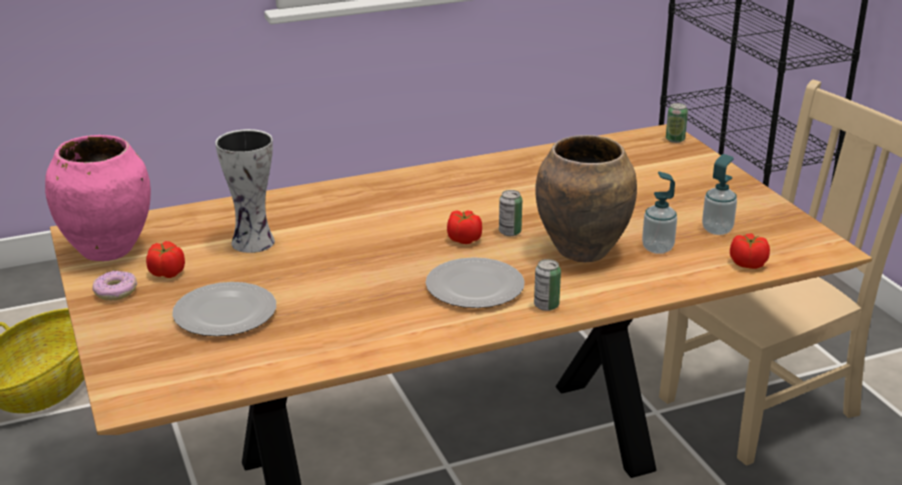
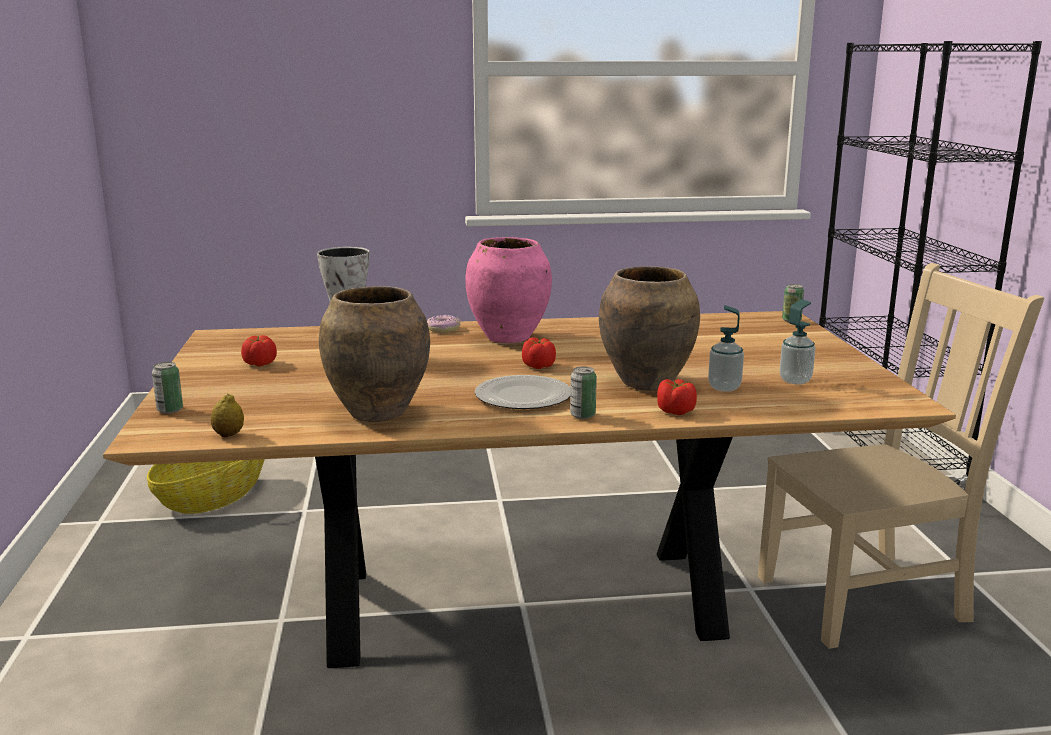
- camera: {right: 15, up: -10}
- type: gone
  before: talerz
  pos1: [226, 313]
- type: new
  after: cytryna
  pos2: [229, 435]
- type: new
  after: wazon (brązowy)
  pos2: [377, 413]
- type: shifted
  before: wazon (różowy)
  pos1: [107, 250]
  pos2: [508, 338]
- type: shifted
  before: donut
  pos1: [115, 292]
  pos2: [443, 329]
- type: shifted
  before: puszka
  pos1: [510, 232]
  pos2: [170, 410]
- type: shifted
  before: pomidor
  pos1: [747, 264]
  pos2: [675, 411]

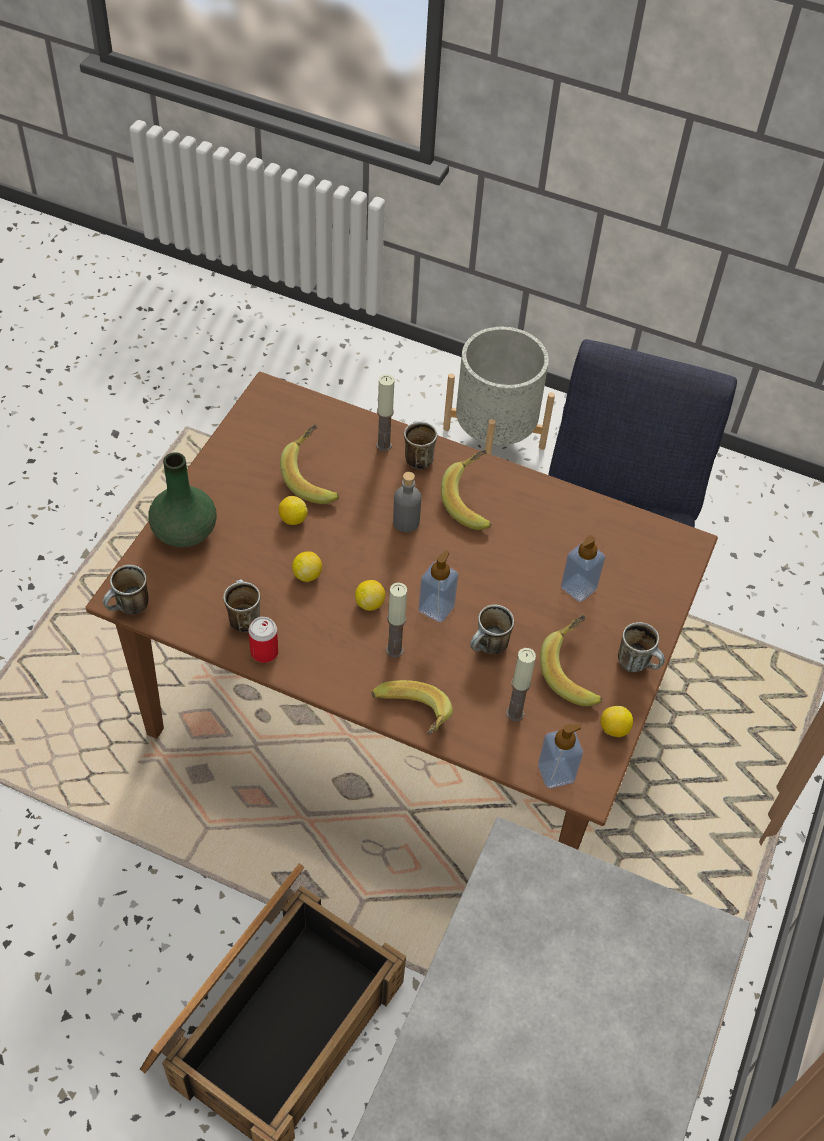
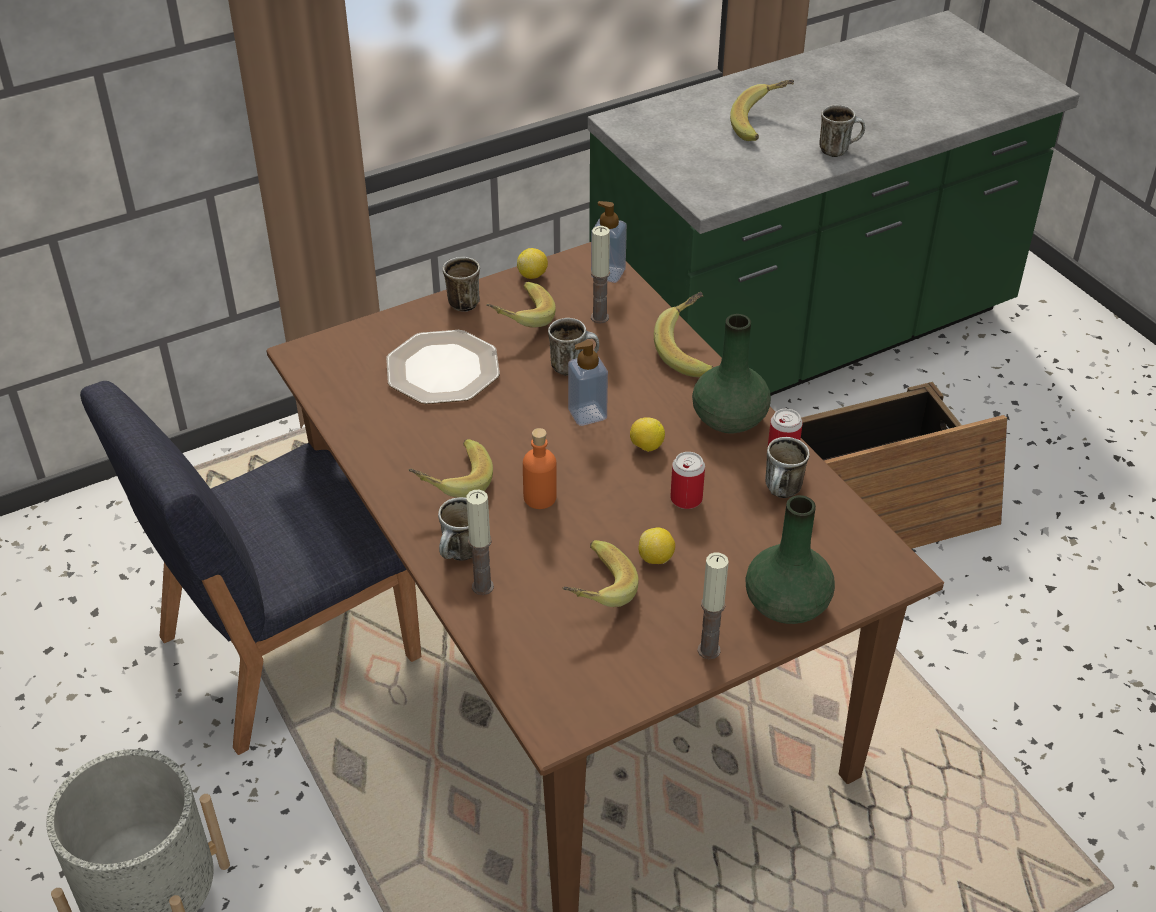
- camera: {right: -140, up: -10}
- type: new
  after: wazon (zielony)
  pos2: [730, 419]
- type: new
  after: banan
  pos2: [763, 125]
- type: shifted
  before: kubek
  pos1: [129, 609]
  pos2: [838, 149]
- type: shifted
  before: świeca
  pos1: [394, 650]
  pos2: [709, 650]
- type: swapped
  before: cytryna
  after: puszka
  pos1: [307, 575]
  pos2: [686, 499]
- type: swapped
  before: dozownik mydła
  after: talerz
  pos1: [578, 588]
  pos2: [442, 369]
- type: repainted
  before: butelka (szary)
  after: butelka (pomarańczowy)
  pos1: [406, 522]
  pos2: [540, 497]

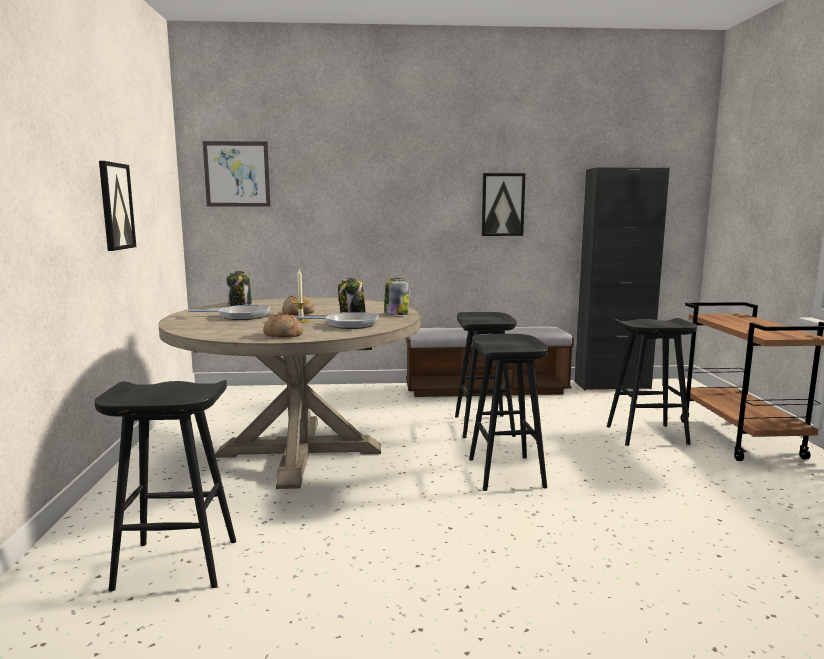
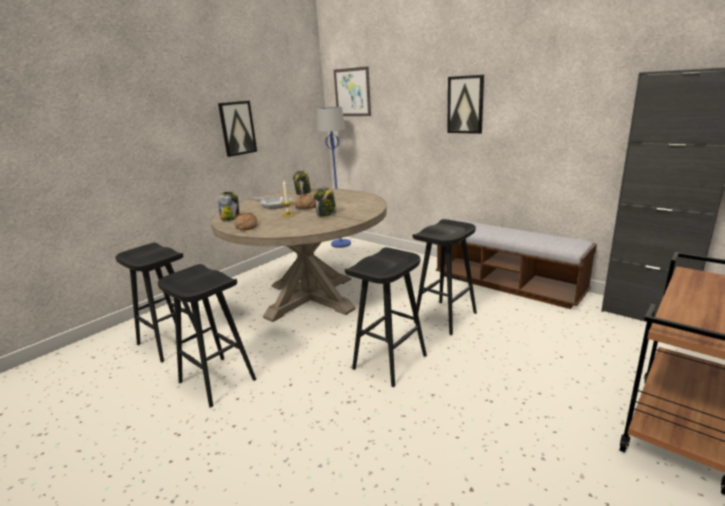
- camera: {right: 45, up: 10}
- type: gone
  before: patelnia
  pos1: [348, 324]
- type: new
  after: lampa stojąca (niebieski)
  pos2: [341, 244]
- type: shifted
  before: słoik
  pos1: [396, 314]
  pos2: [230, 218]
- type: shifted
  before: obraz
  pos1: [502, 204]
  pos2: [465, 104]
- type: shifted
  before: stołek (czarny)
  pos1: [646, 435]
  pos2: [216, 380]

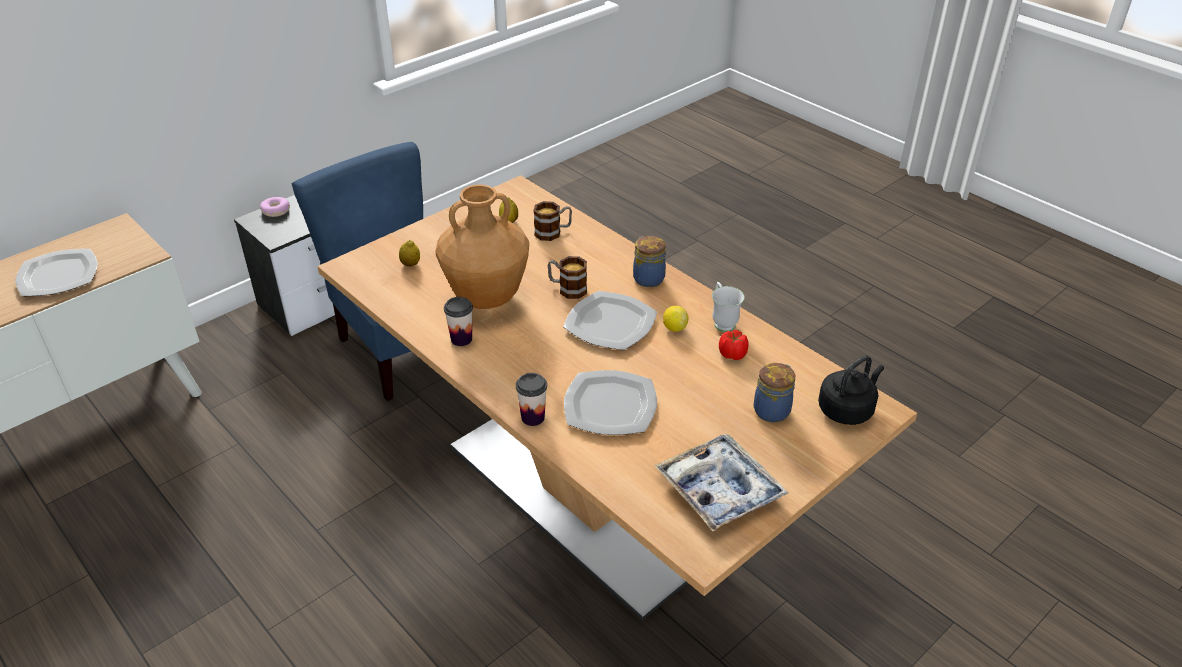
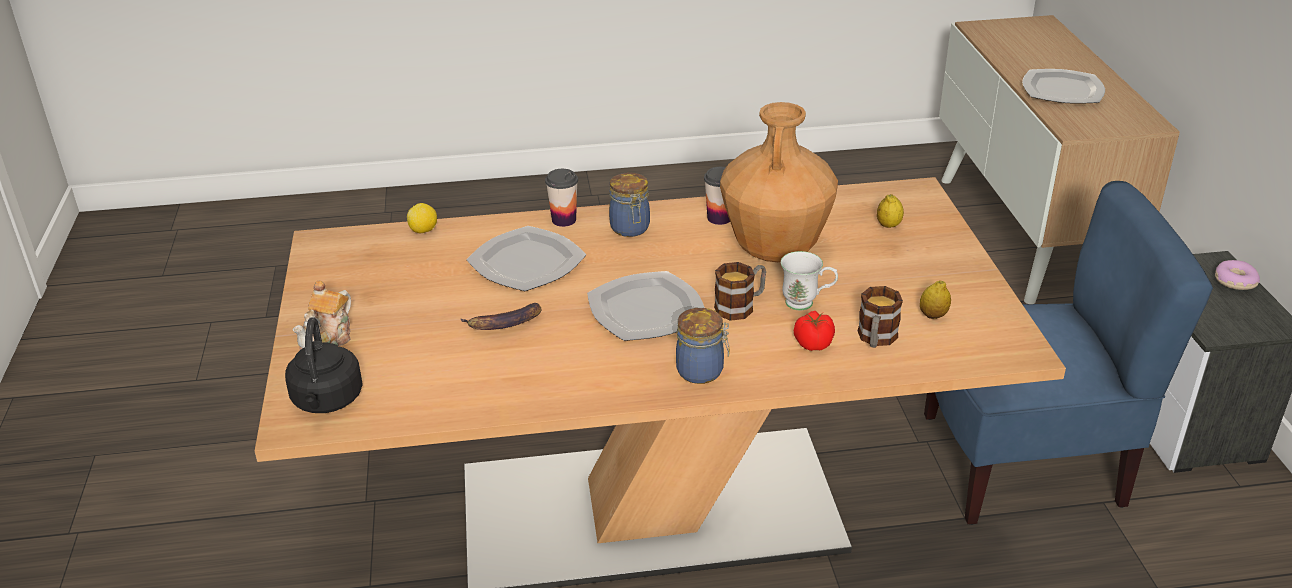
- camera: {right: 125, up: -5}
- type: gone
  before: taca
  pos1: [719, 489]
- type: new
  after: imbryk
  pos2: [328, 339]
- type: new
  after: banan
  pos2: [504, 324]
- type: shifted
  before: cytryna
  pos1: [674, 328]
  pos2: [424, 231]
- type: shifted
  before: kubek (biały)
  pos1: [722, 321]
  pos2: [806, 304]
- type: shifted
  before: pomidor
  pos1: [733, 355]
  pos2: [812, 343]
- type: shifted
  before: słoik
  pos1: [772, 410]
  pos2: [630, 229]

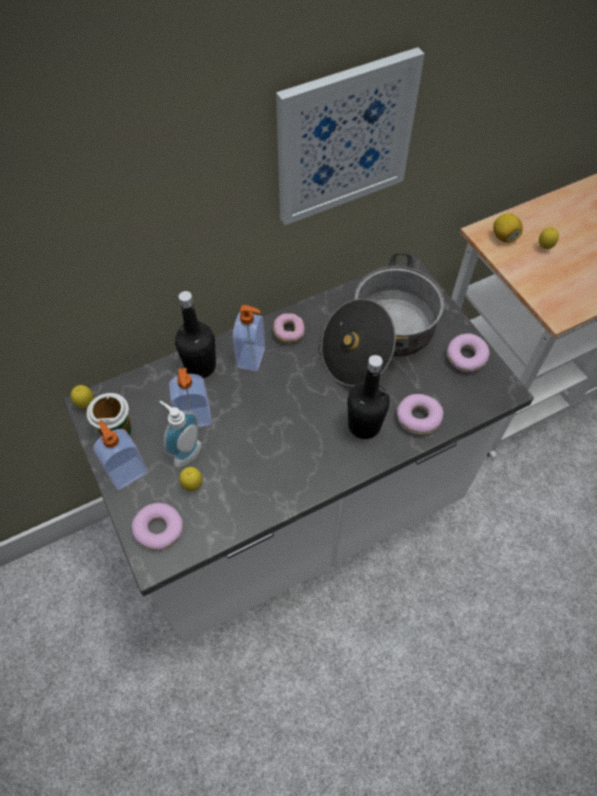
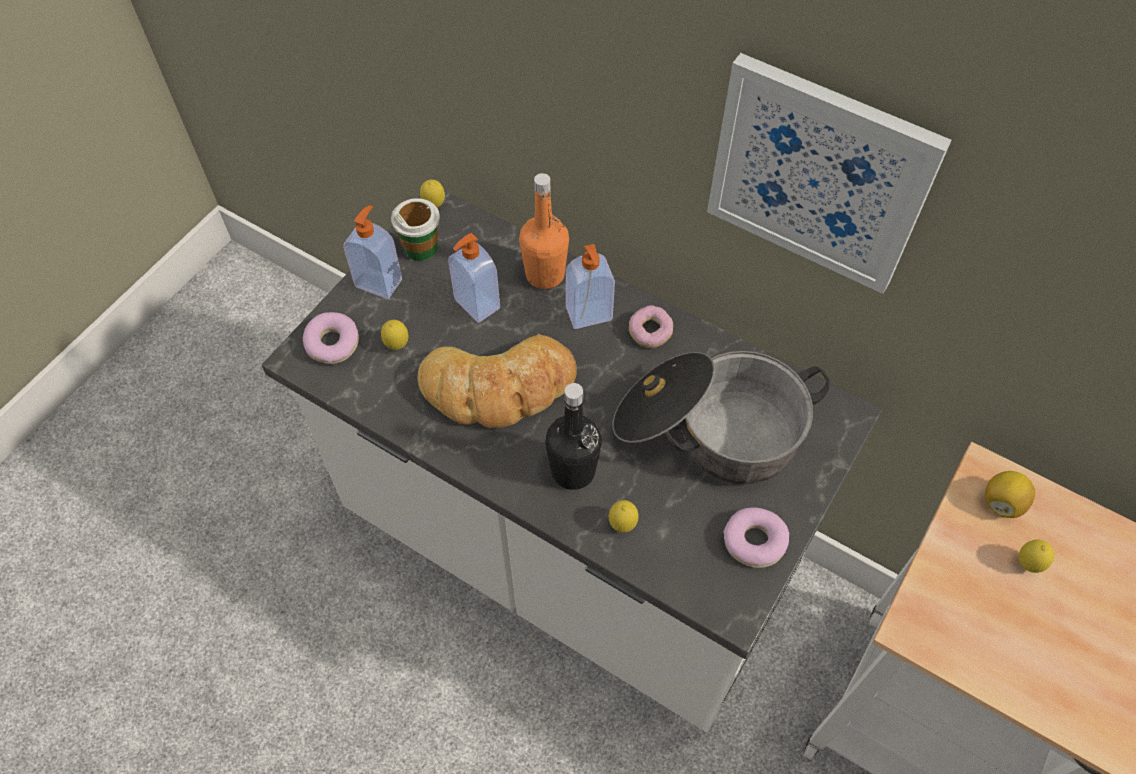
- camera: {right: 60, up: 0}
- type: gone
  before: dozownik mydła
  pos1: [184, 452]
- type: new
  after: chleb
  pos2: [498, 388]
- type: swapped
  before: donut
  after: cytryna
  pos1: [418, 418]
  pos2: [622, 525]
- type: repainted
  before: butelka (czarny)
  after: butelka (pomarańczowy)
  pos1: [200, 366]
  pos2: [545, 274]

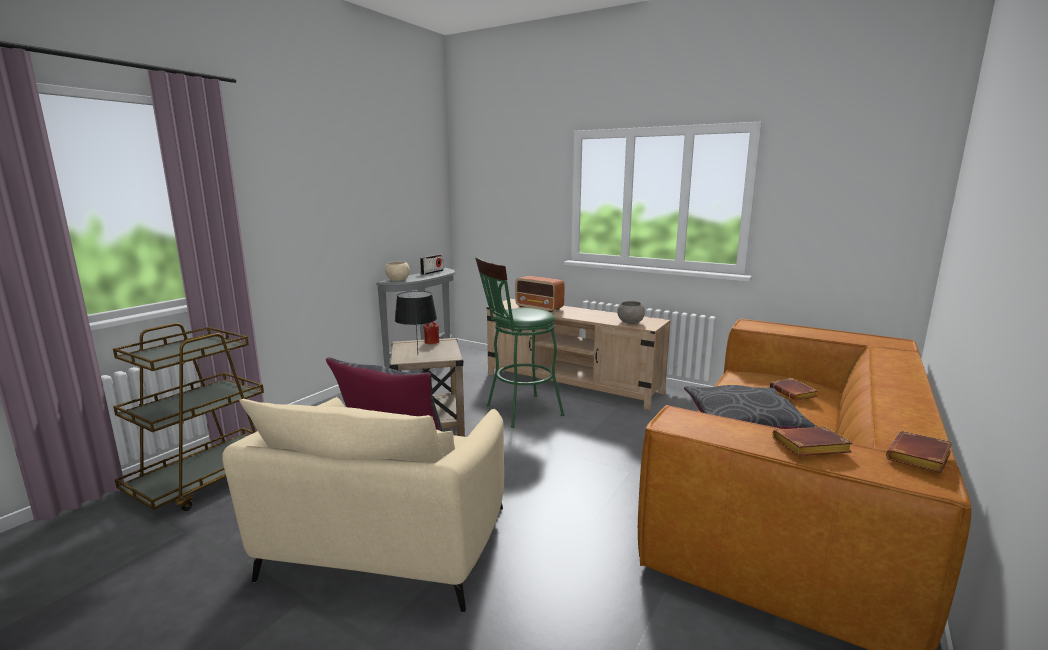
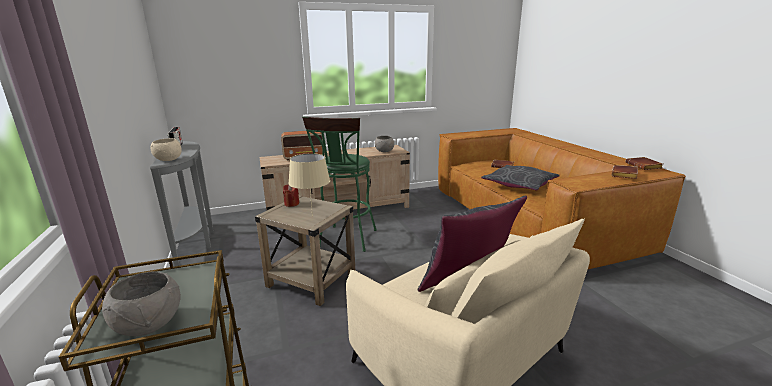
- camera: {right: -50, up: 5}
- type: new
  after: miska (szary)
  pos2: [148, 325]
- type: repainted
  before: lampa stołowa (czarny)
  after: lampa stołowa (beżowy)
  pos1: [417, 355]
  pos2: [311, 216]

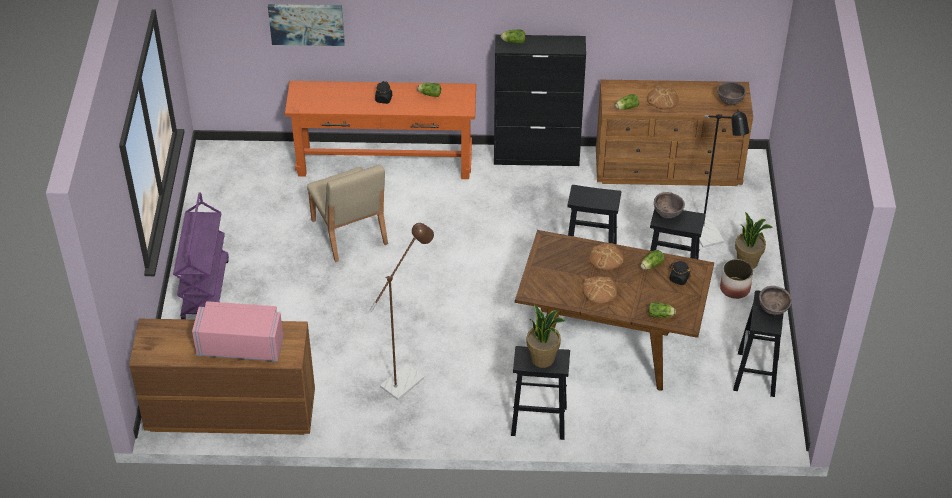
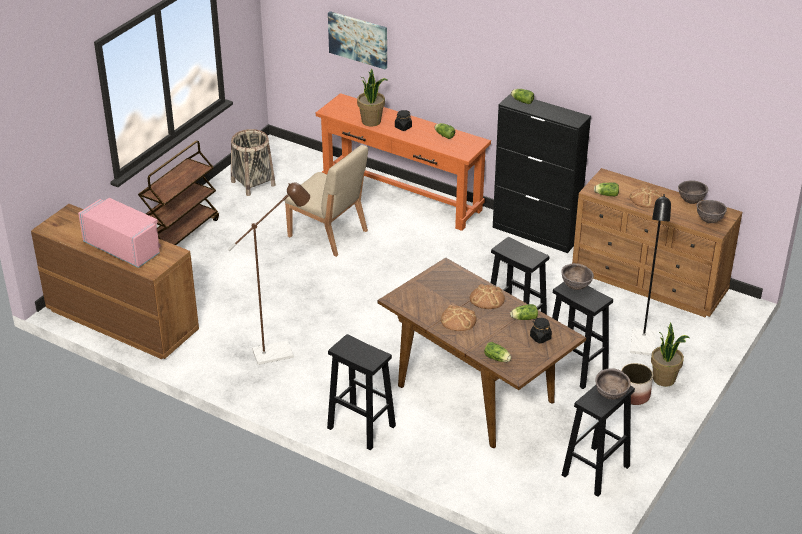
- camera: {right: 30, up: -10}
- type: new
  after: koszyk
  pos2: [253, 183]
- type: new
  after: miska (brązowy)
  pos2: [691, 201]
- type: shifted
  before: roślina doniczkowa
  pos1: [543, 358]
  pos2: [371, 121]
- type: repainted
  before: wózek (fioletowy)
  after: wózek (brązowy)
  pos1: [205, 290]
  pos2: [181, 233]
- type: rotated
  before: krzesło (beżowy)
  pos1: [349, 233]
  pos2: [328, 234]
  turn: -60

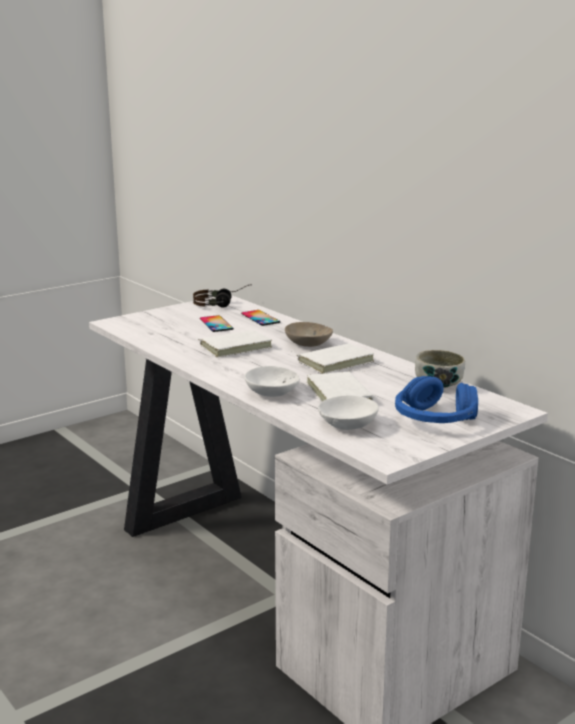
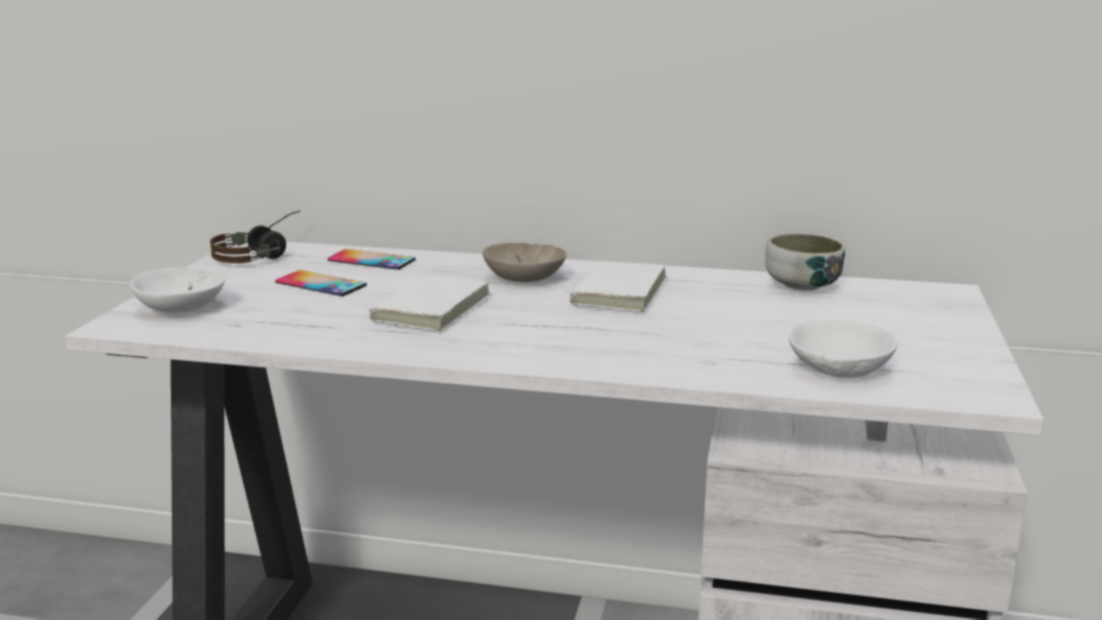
- camera: {right: -40, up: 0}
- type: gone
  before: książka (biały)
  pos1: [341, 393]
- type: gone
  before: słuchawki (niebieski)
  pos1: [434, 419]
- type: shifted
  before: miska (biały)
  pos1: [270, 392]
  pos2: [177, 308]

